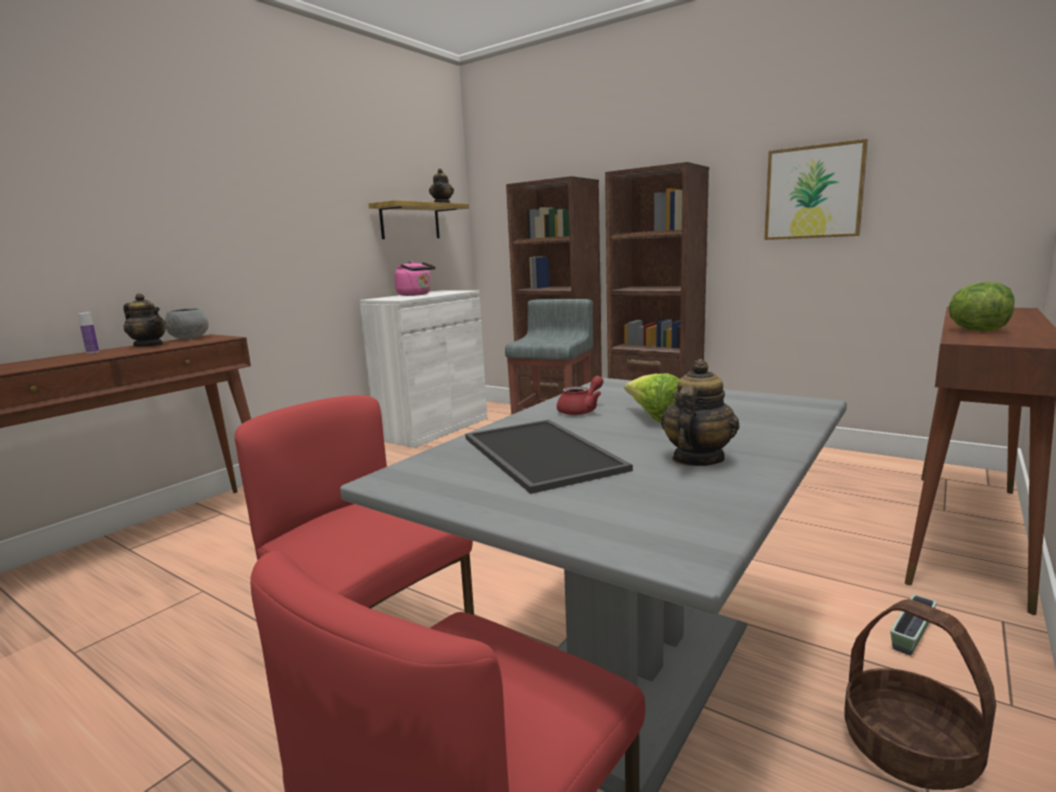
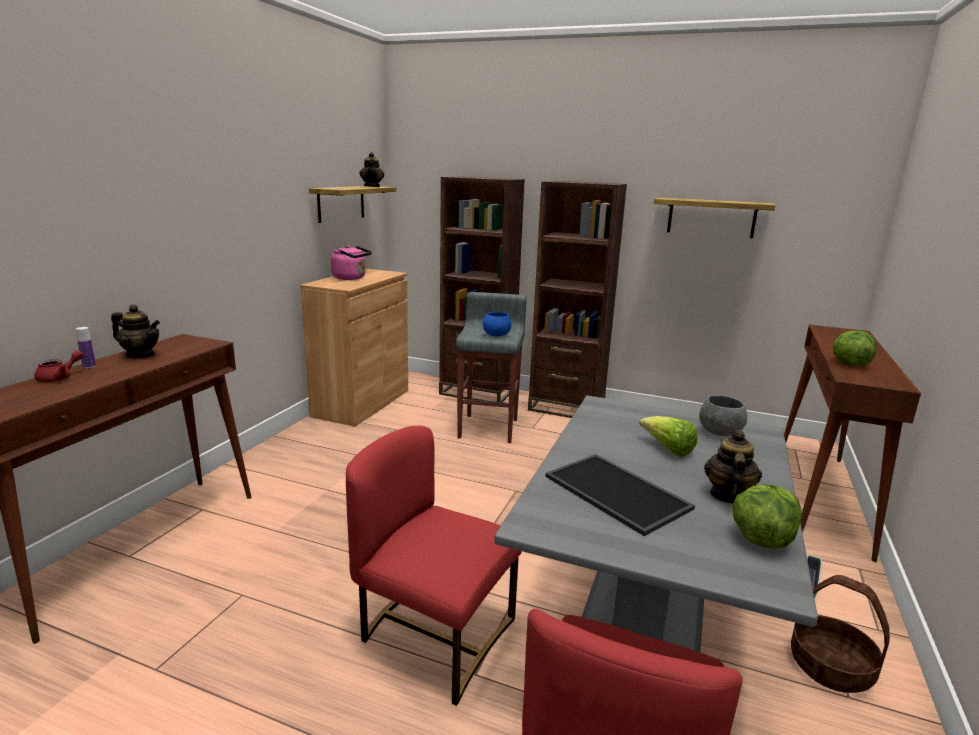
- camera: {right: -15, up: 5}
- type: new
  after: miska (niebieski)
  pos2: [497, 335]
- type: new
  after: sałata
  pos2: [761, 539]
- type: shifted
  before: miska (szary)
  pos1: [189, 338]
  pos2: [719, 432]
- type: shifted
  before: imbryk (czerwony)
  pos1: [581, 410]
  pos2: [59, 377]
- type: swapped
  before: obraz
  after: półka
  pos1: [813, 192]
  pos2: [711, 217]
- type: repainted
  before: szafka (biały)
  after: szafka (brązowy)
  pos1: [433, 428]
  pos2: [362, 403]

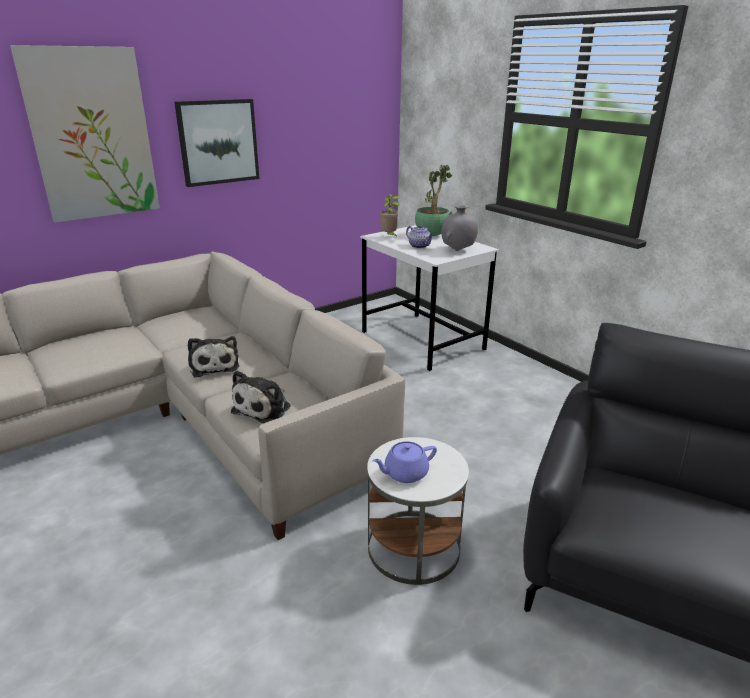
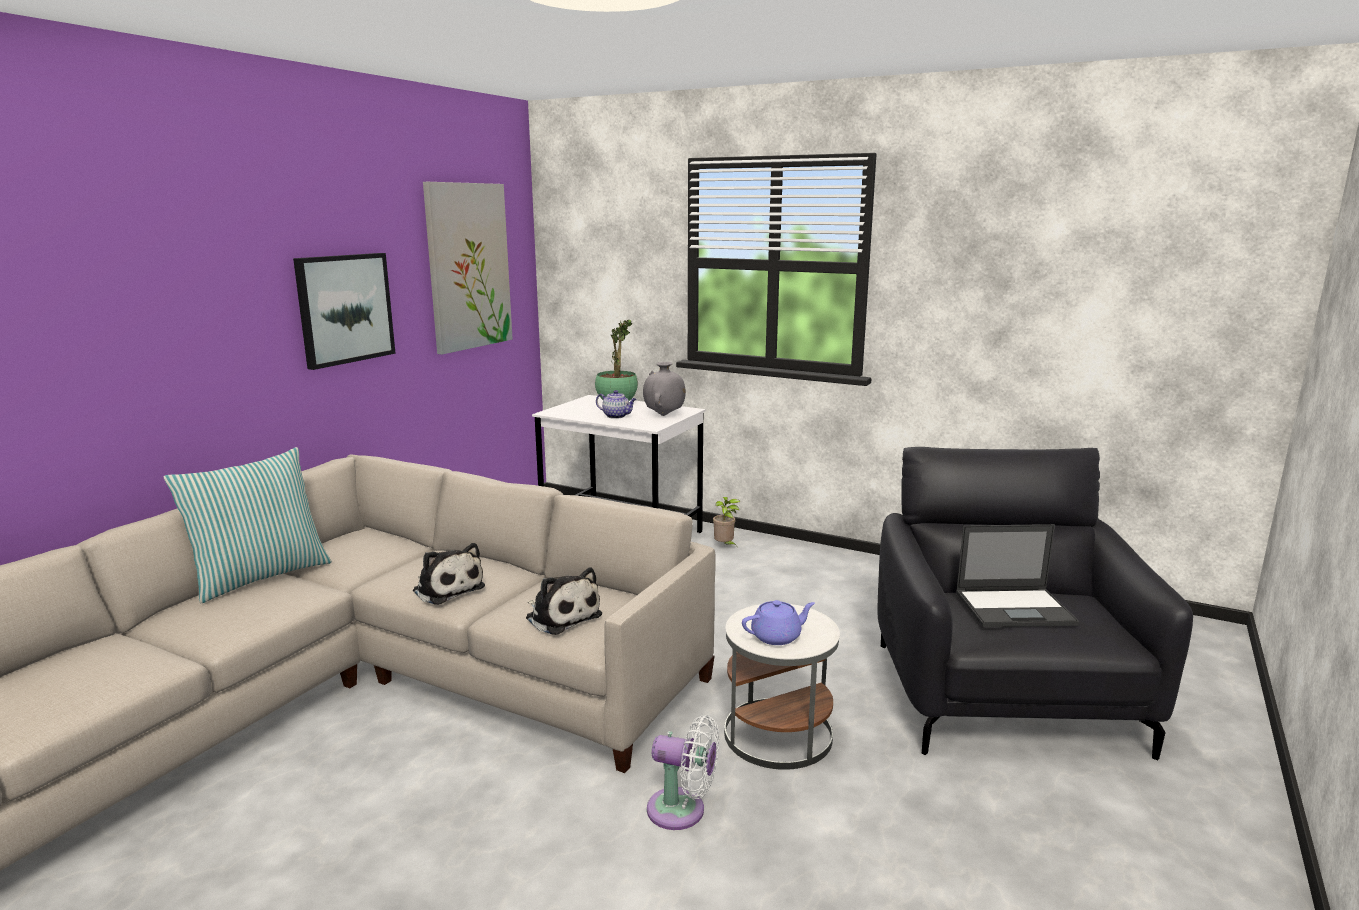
- camera: {right: -25, up: -10}
- type: new
  after: poduszka
  pos2: [260, 576]
- type: new
  after: wentylator (biały)
  pos2: [682, 811]
- type: new
  after: laptop
  pos2: [1015, 608]
- type: shifted
  before: obraz
  pos1: [92, 135]
  pos2: [468, 266]
- type: shifted
  before: roślina doniczkowa
  pos1: [389, 236]
  pos2: [725, 546]
- type: rotated
  before: pluszak
  pos1: [264, 408]
  pos2: [561, 616]
  turn: -45
- type: rotated
  before: imbryk (fioletowy)
  pos1: [405, 473]
  pos2: [777, 636]
  turn: -150

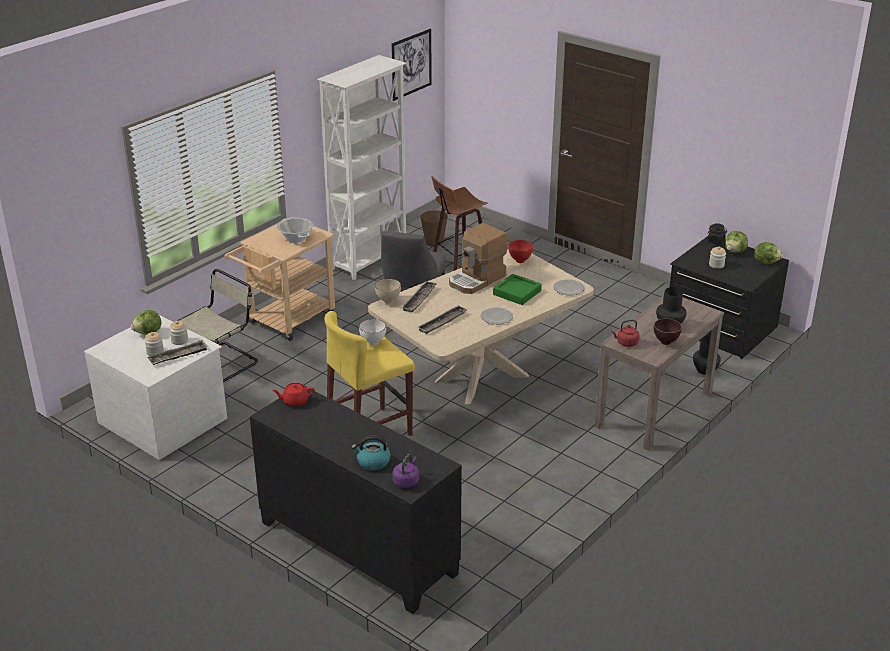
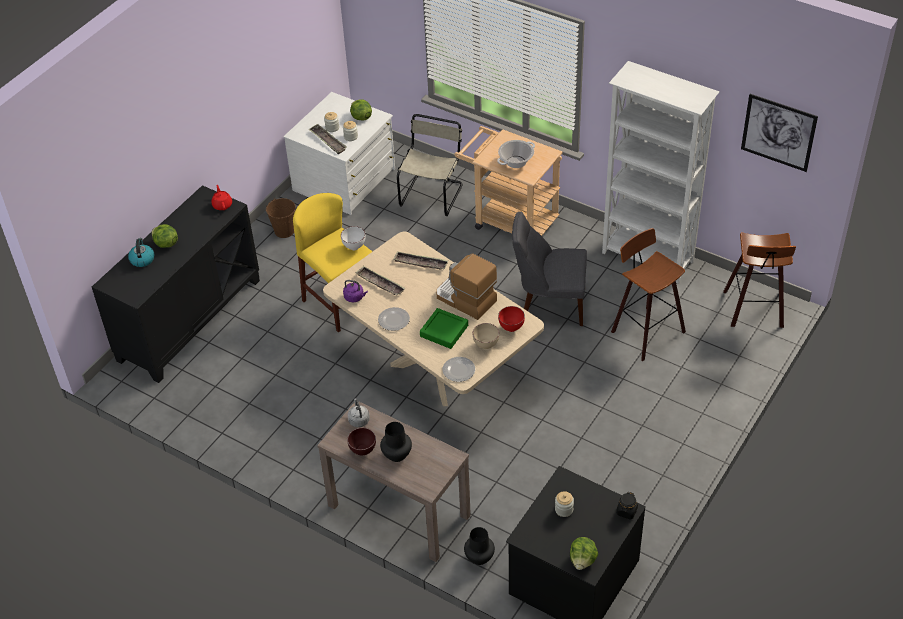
- camera: {right: 85, up: 15}
- type: new
  after: stołek
  pos2: [755, 311]
- type: shifted
  before: miska (beżowy)
  pos1: [387, 301]
  pos2: [485, 345]
- type: shifted
  before: czajnik (fioletowy)
  pos1: [406, 481]
  pos2: [355, 297]
- type: shifted
  before: wiadro (brązowy)
  pos1: [434, 242]
  pos2: [284, 230]
- type: shifted
  before: sałata
  pos1: [735, 251]
  pos2: [166, 244]
- type: repainted
  before: czajnik (czerwony)
  after: czajnik (szary)
  pos1: [626, 343]
  pos2: [358, 419]
- type: rotated
  before: krzesło (beżowy)
  pos1: [221, 363]
  pos2: [432, 194]
  turn: -105

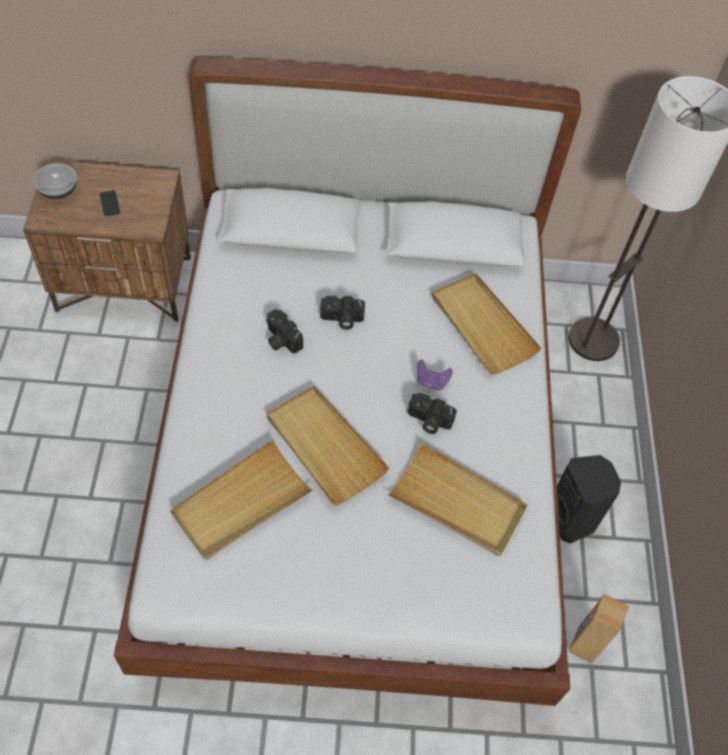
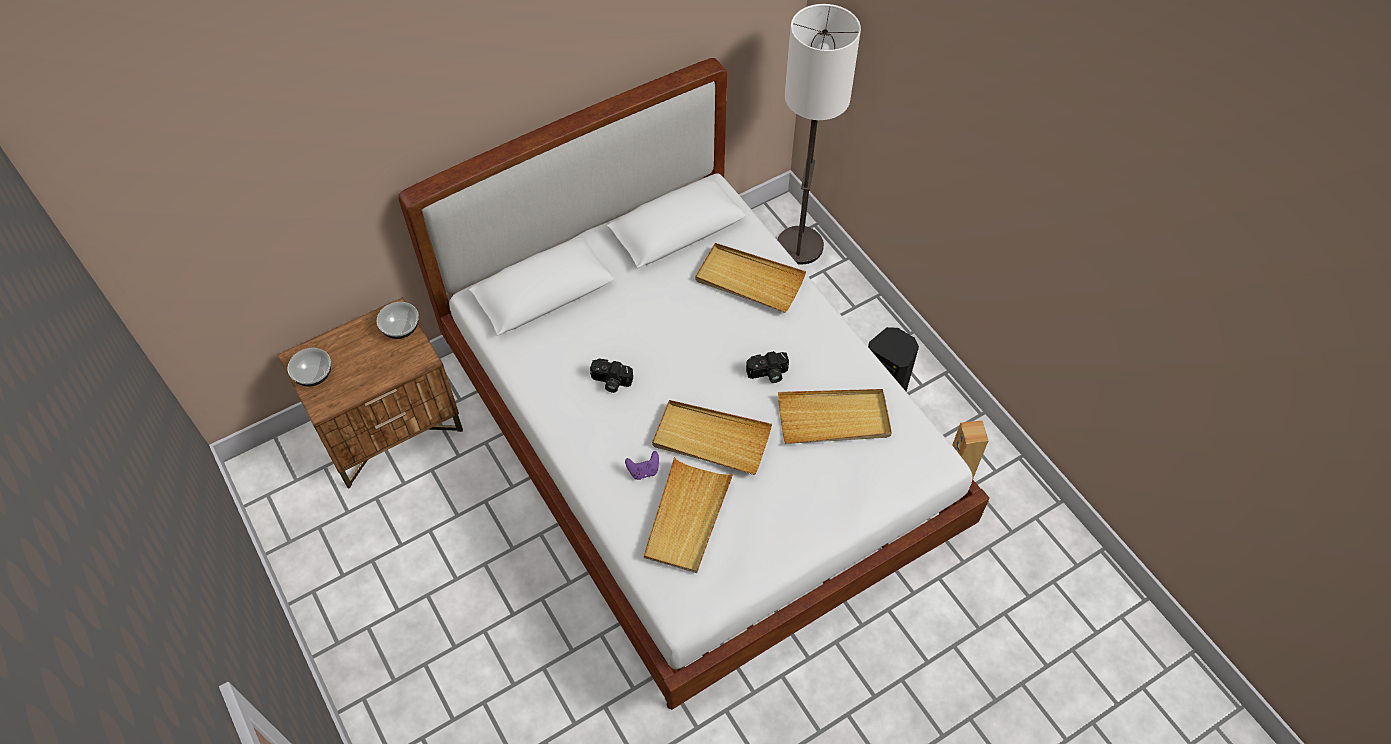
- camera: {right: -30, up: 0}
- type: gone
  before: telefon
  pos1: [110, 204]
- type: gone
  before: aparat fotograficzny
  pos1: [341, 319]
- type: new
  after: miska
  pos2: [400, 328]
- type: shifted
  before: pad do gier (fioletowy)
  pos1: [431, 382]
  pos2: [643, 471]

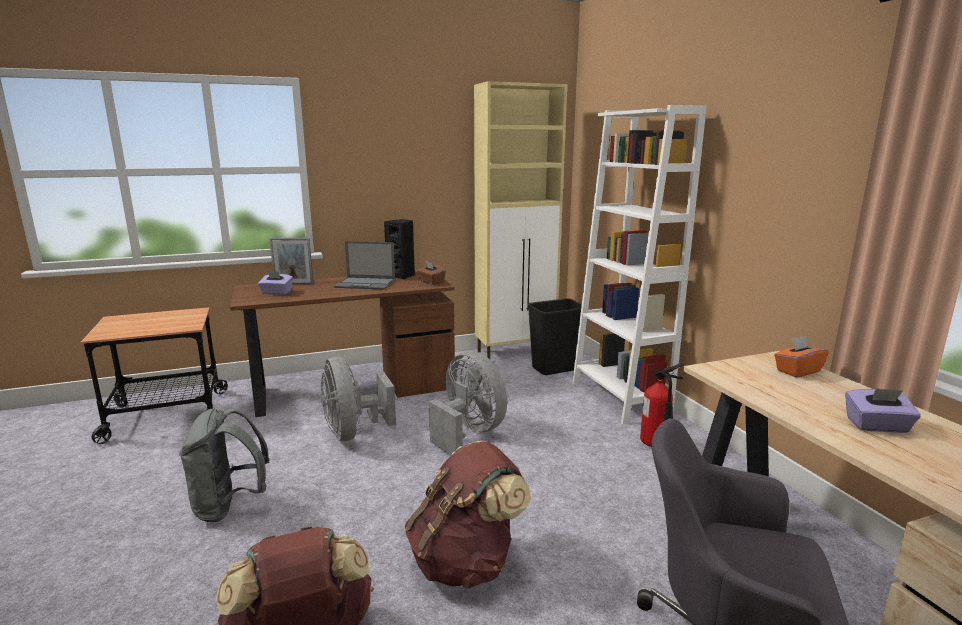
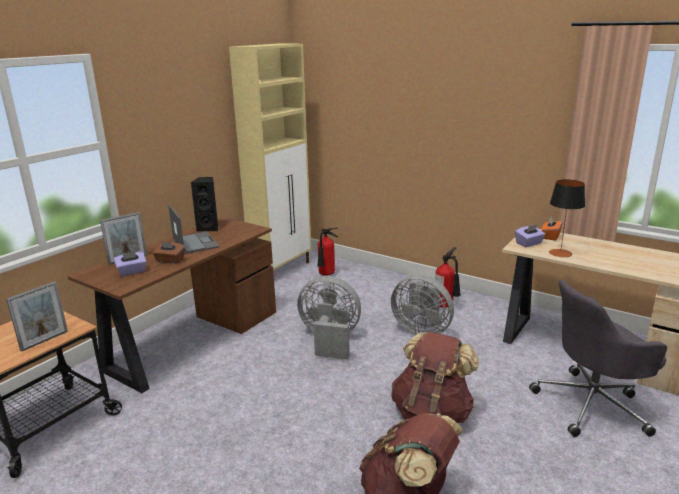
- camera: {right: -35, up: 5}
- type: gone
  before: plecak (szary)
  pos1: [229, 506]
- type: gone
  before: regał (biały)
  pos1: [619, 398]
- type: new
  after: ramka na zdjęcie
  pos2: [44, 341]
- type: new
  after: lampa stołowa
  pos2: [560, 253]
- type: shifted
  before: wentylator (szary)
  pos1: [353, 432]
  pos2: [421, 330]
- type: shifted
  before: pudełko chusteczek (brązowy)
  pos1: [431, 282]
  pos2: [170, 260]
- type: shifted
  before: pudełko chusteczek (fioletowy)
  pos1: [877, 426]
  pos2: [529, 243]
- type: swapped
  before: kosz na śmieci (czarny)
  after: gaśnica
  pos1: [554, 369]
  pos2: [326, 275]
- type: rotated
  before: laptop
  pos1: [366, 284]
  pos2: [195, 243]
  turn: -90

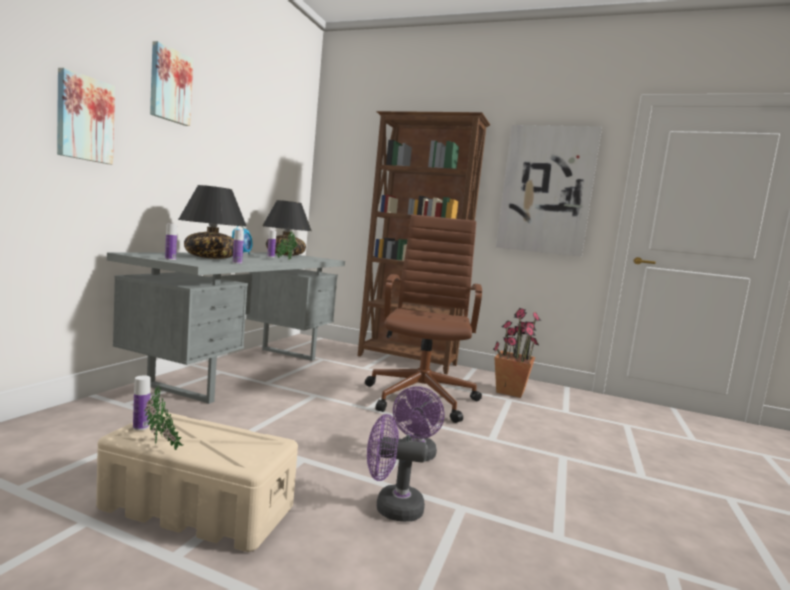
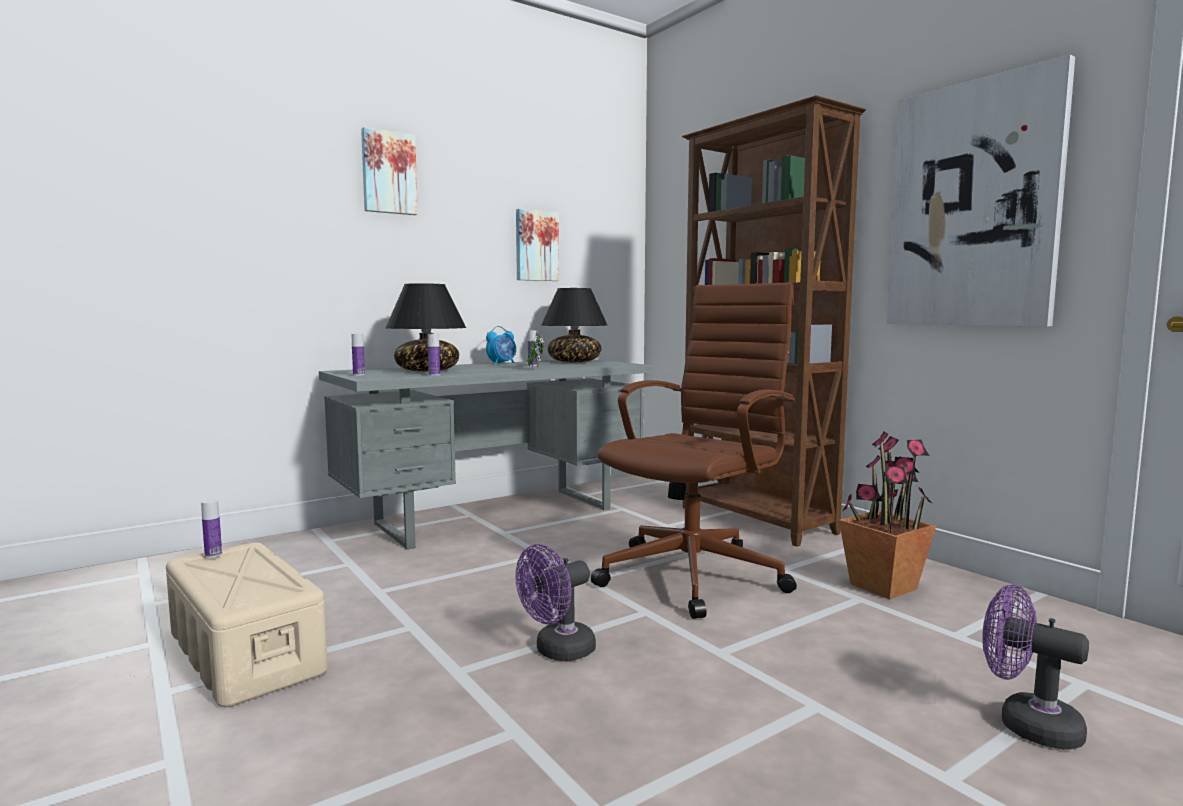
- camera: {right: 35, up: 0}
- type: gone
  before: roślina doniczkowa
  pos1: [162, 447]
- type: shifted
  before: obraz
  pos1: [84, 118]
  pos2: [536, 246]
- type: shifted
  before: wentylator (fioletowy)
  pos1: [391, 507]
  pos2: [1026, 724]

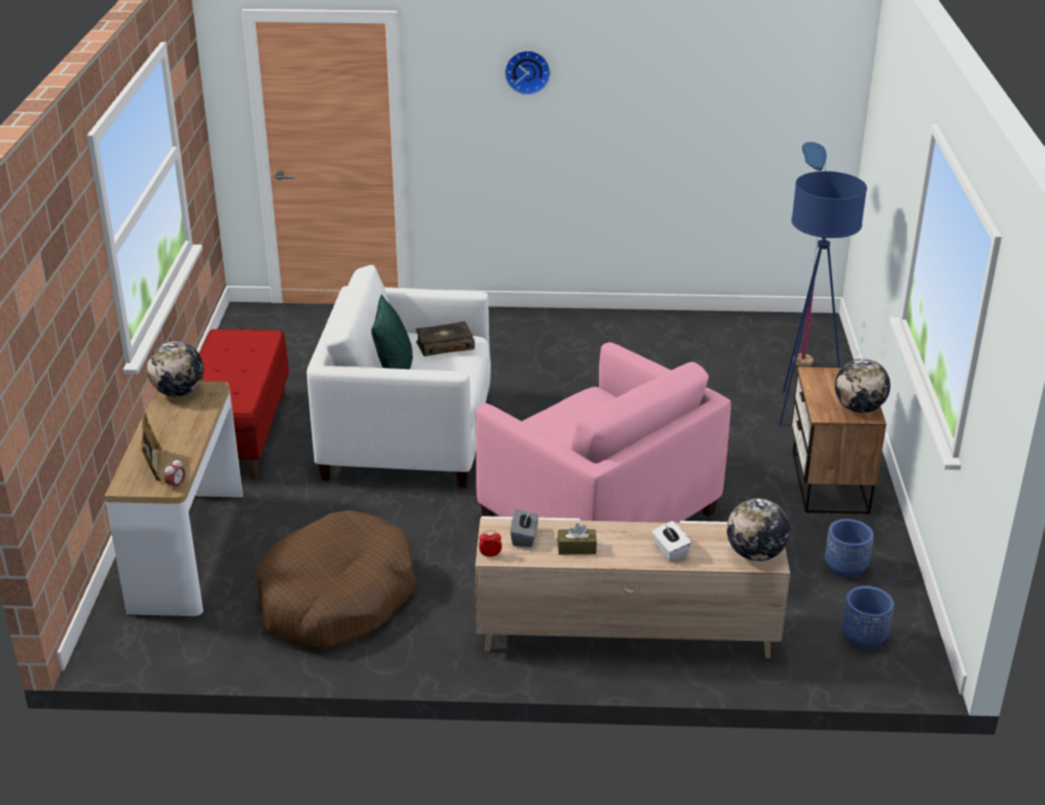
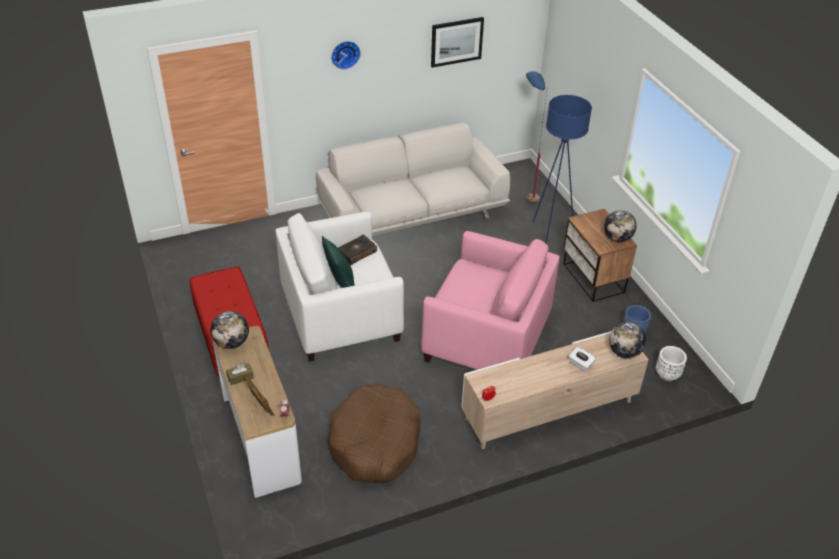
- camera: {right: -25, up: 10}
- type: gone
  before: pudełko chusteczek (szary)
  pos1: [524, 537]
- type: new
  after: kanapa (biały)
  pos2: [412, 212]
- type: new
  after: obraz
  pos2: [456, 41]
- type: shifted
  before: pudełko chusteczek (brązowy)
  pos1: [576, 548]
  pos2: [240, 377]
- type: repainted
  before: donica (niebieski)
  after: donica (biały)
  pos1: [863, 639]
  pos2: [667, 374]

